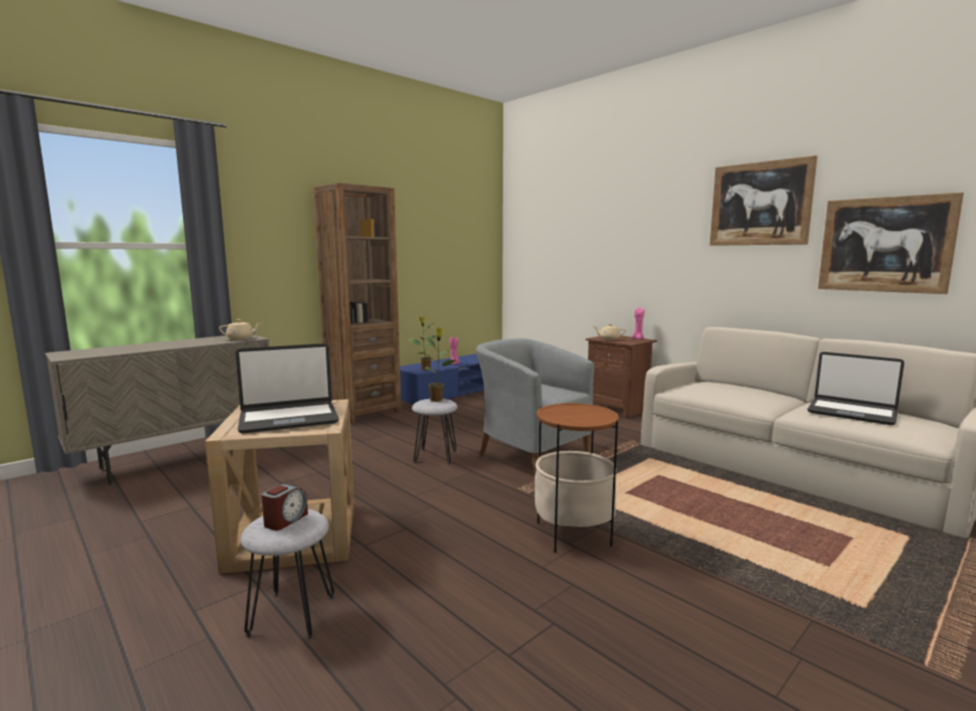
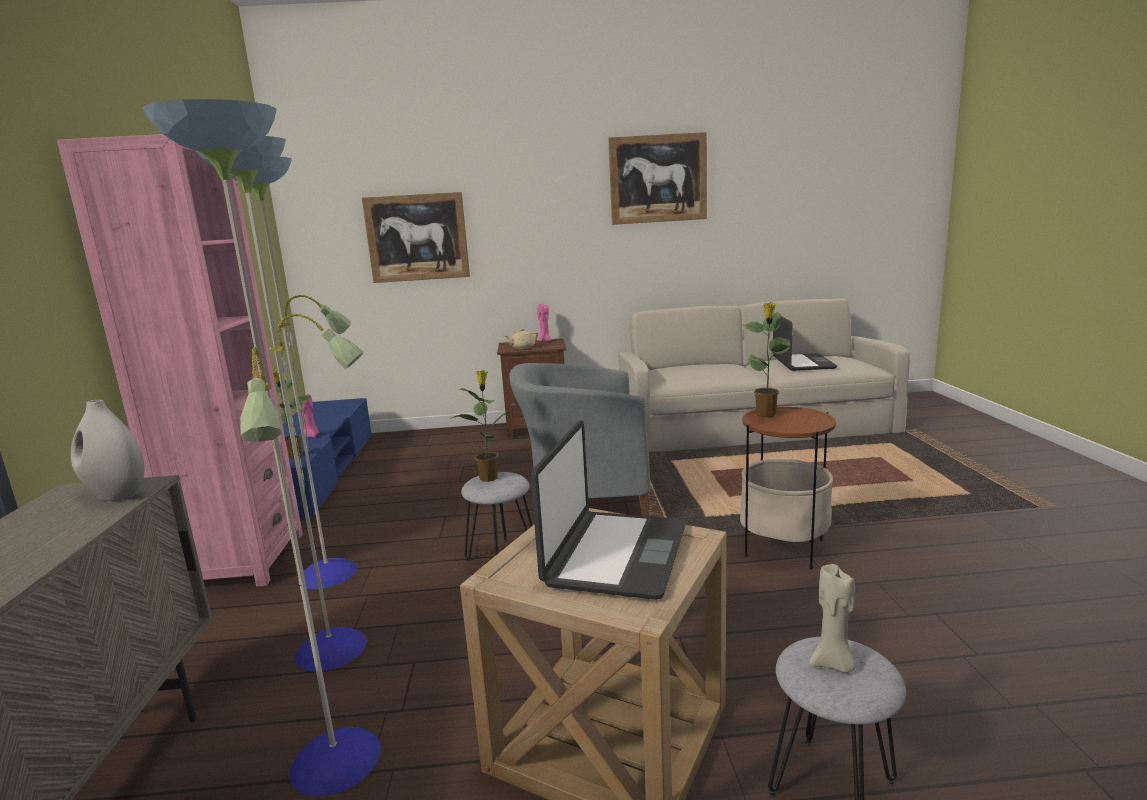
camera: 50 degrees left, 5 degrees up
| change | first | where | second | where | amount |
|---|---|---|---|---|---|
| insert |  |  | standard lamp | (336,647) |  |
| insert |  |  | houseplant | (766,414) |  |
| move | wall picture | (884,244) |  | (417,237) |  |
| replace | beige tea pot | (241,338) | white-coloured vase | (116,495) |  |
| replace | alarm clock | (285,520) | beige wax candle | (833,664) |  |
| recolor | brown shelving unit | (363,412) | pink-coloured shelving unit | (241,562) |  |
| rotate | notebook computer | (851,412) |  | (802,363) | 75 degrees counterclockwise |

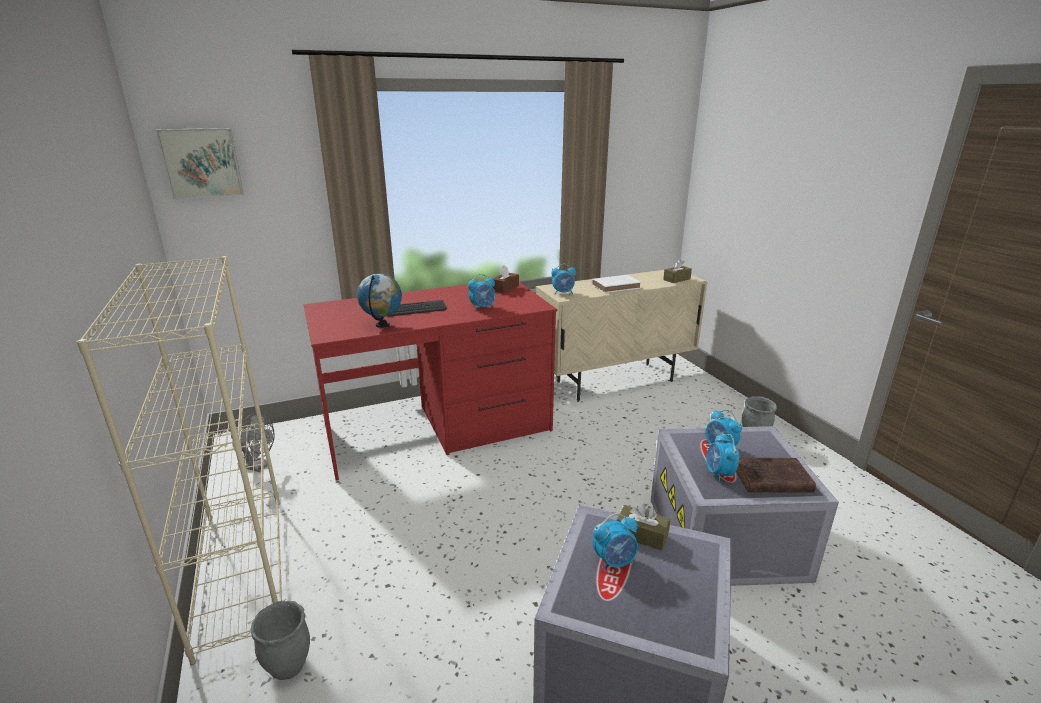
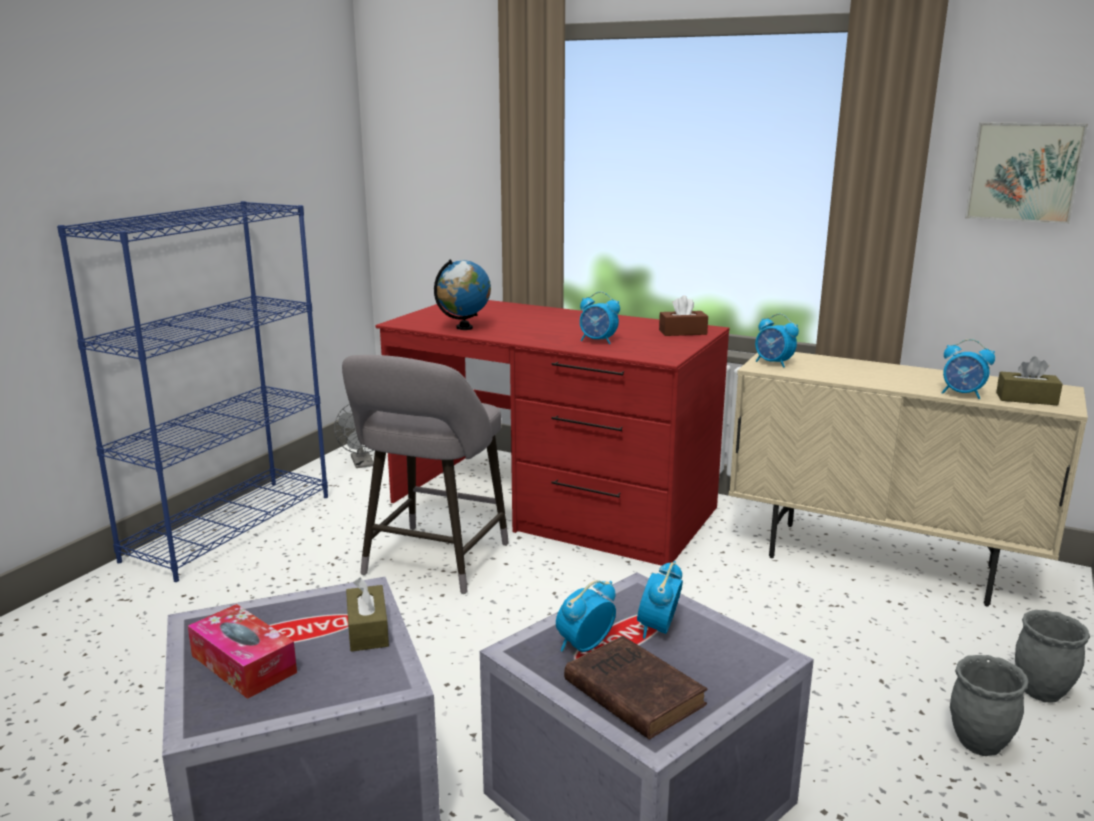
camera: 50 degrees right, 5 degrees down
| change | first | where | second | where | amount |
|---|---|---|---|---|---|
| delete | PC keyboard | (415,309) |  |  |  |
| delete | white-coloured bound book | (617,286) |  |  |  |
| insert |  |  | tissue box | (243,664) |  |
| insert |  |  | greyish stool | (432,563) |  |
| move | wall picture | (202,162) |  | (1024,172) |  |
| move | greyish plant pot | (289,666) |  | (1042,692) |  |
| move | alarm clock | (614,561) |  | (962,394) |  |
| recolor | beige shelving unit | (241,569) | blue shelving unit | (230,526) |  |

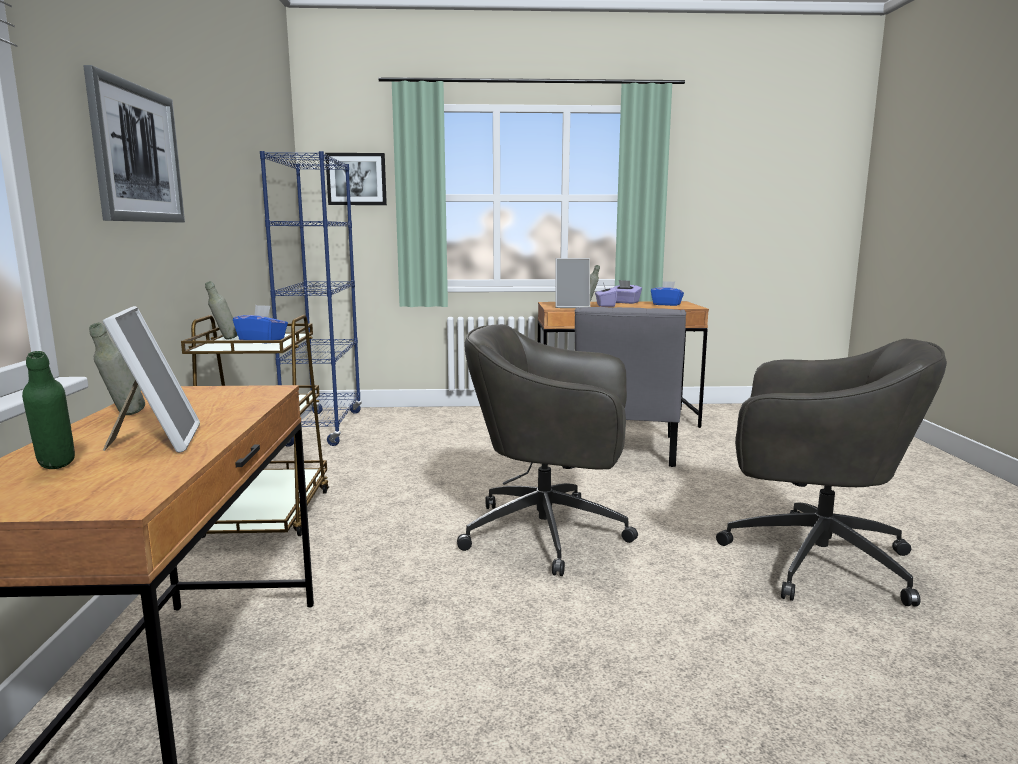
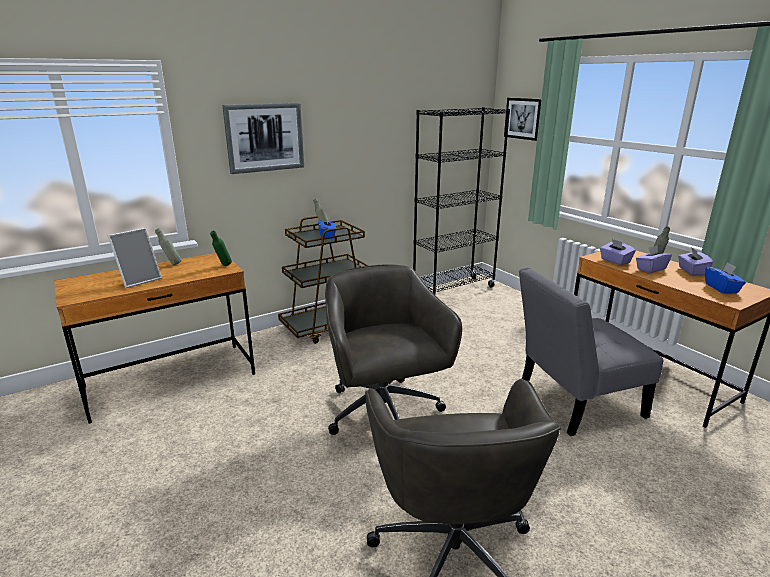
camera: 60 degrees right, 10 degrees up
| change | first | where | second | where | amount |
|---|---|---|---|---|---|
| move | green-coloured beverage bottle | (56,470) |  | (223,266) |  |
| replace | photo frame | (572,307) | purple-coloured tissue box | (615,261) |  |
| recolor | blue shelving unit | (324,428) | black shelving unit | (453,290) |  |

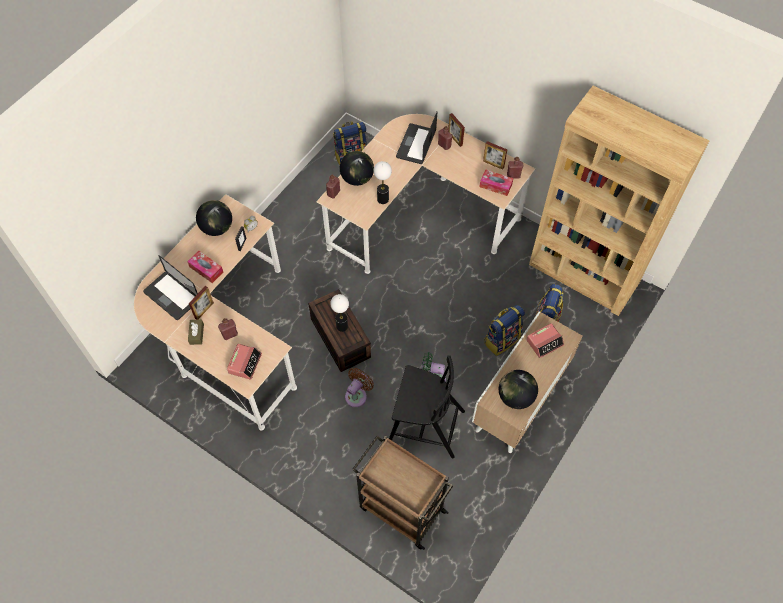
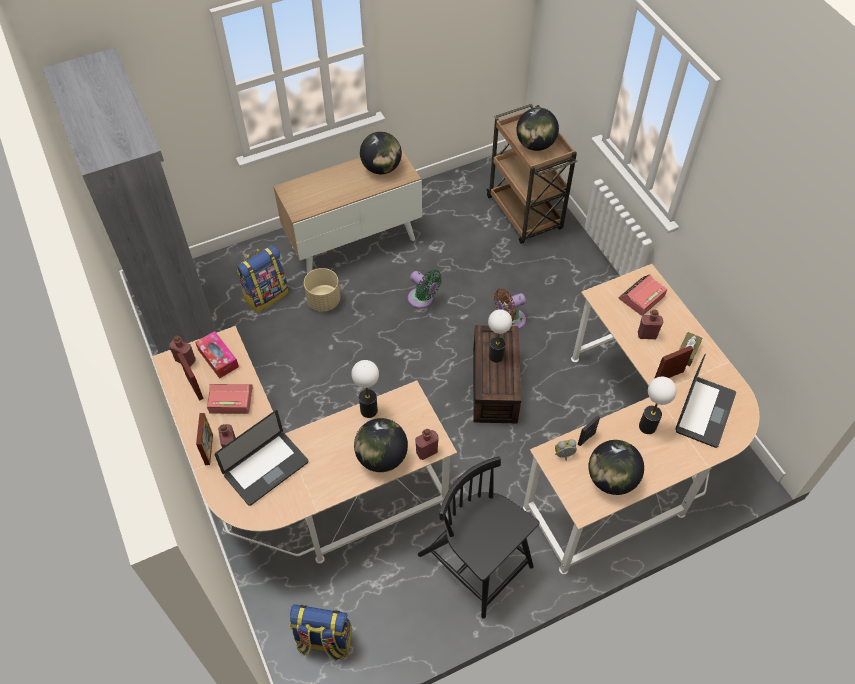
camera: 150 degrees left, 5 degrees down
| change | first | where | second | where | amount |
|---|---|---|---|---|---|
| insert |  |  | desk globe | (535,144) |  |
| move | black plain chair | (424,426) |  | (476,562) |  |
| move | alarm clock | (544,342) |  | (230,400) |  |
| replace | tissue box | (206,269) | table lamp | (647,426) |  |
| replace | rucksack | (501,339) | beige plant pot | (323,301) |  |
| recolor | brown shelving unit | (583,275) | greyish shelving unit | (180,321) |  |
| rotate | notebook computer | (172,296) |  | (704,412) | 45 degrees clockwise |

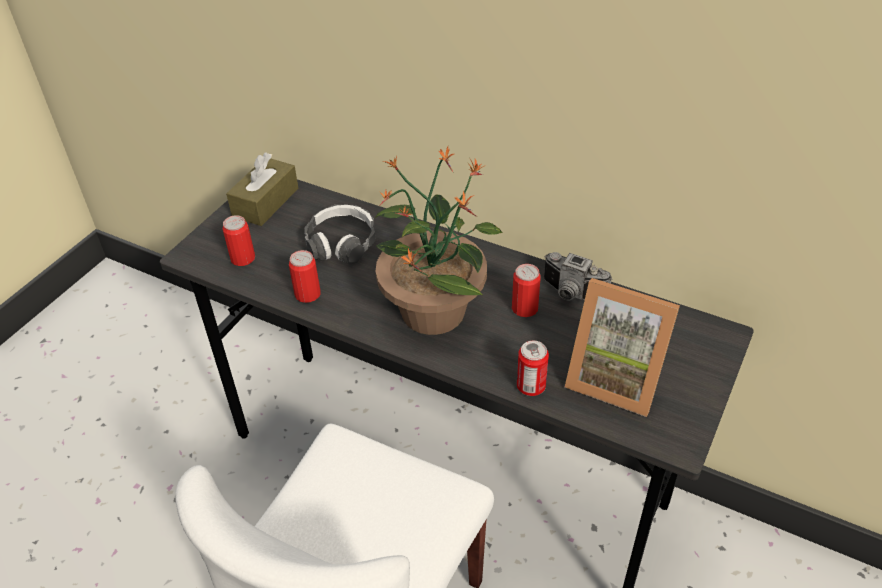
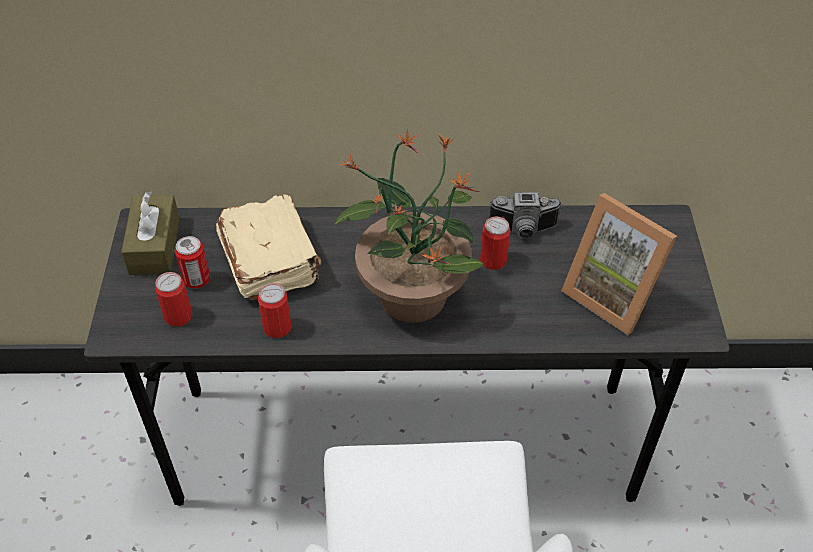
camera: 30 degrees left, 5 degrees up
| change | first | where | second | where | amount |
|---|---|---|---|---|---|
| move | sealed can | (531,386) |  | (196,280) |  |
| replace | headset | (341,242) | beige bound book | (270,260) |  |
| rotate | photo frame | (615,378) |  | (613,295) | 45 degrees clockwise |

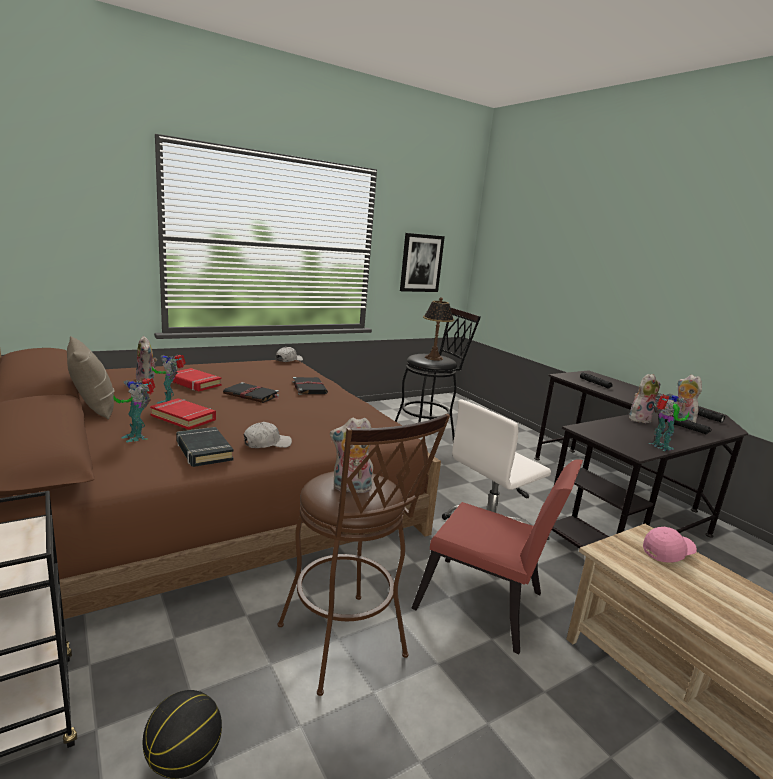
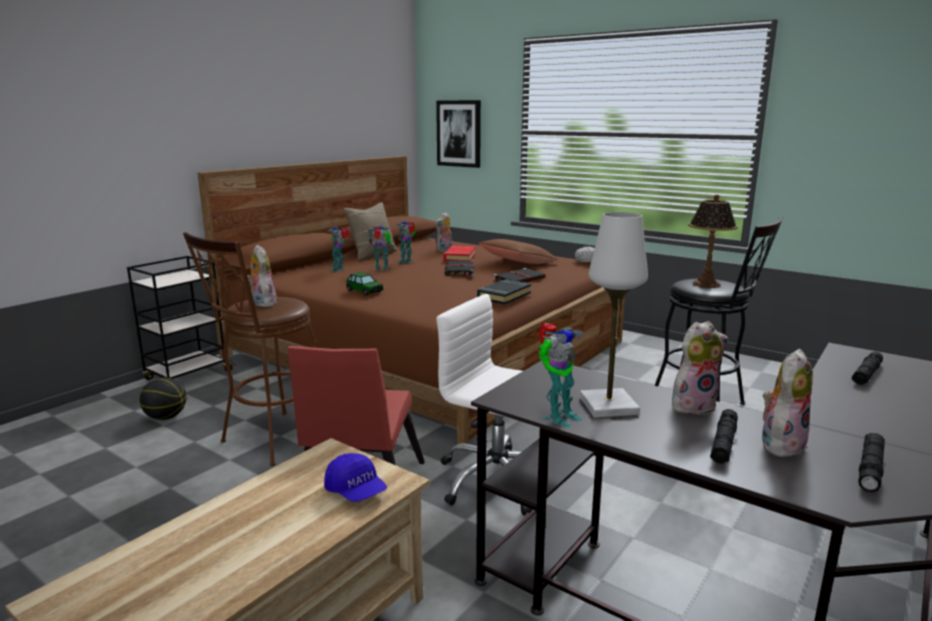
camera: 70 degrees right, 0 degrees up
| change | first | where | second | where | amount |
|---|---|---|---|---|---|
| insert |  |  | brown throw pillow | (517,263) |  |
| insert |  |  | white-coloured table lamp | (608,406) |  |
| move | black bound book | (203,451) |  | (504,296) |  |
| move | wall picture | (421,263) |  | (459,133) |  |
| replace | red-coloured bound book | (184,418) | toy robot | (382,268) |  |
| replace | white-coloured baseball cap | (267,443) | toy car | (364,291) |  |
| recolor | pink-coloured baseball cap | (667,552) | blue baseball cap | (356,491) |  |
| rotate | soft toy | (639,419) |  | (693,406) | 60 degrees counterclockwise |

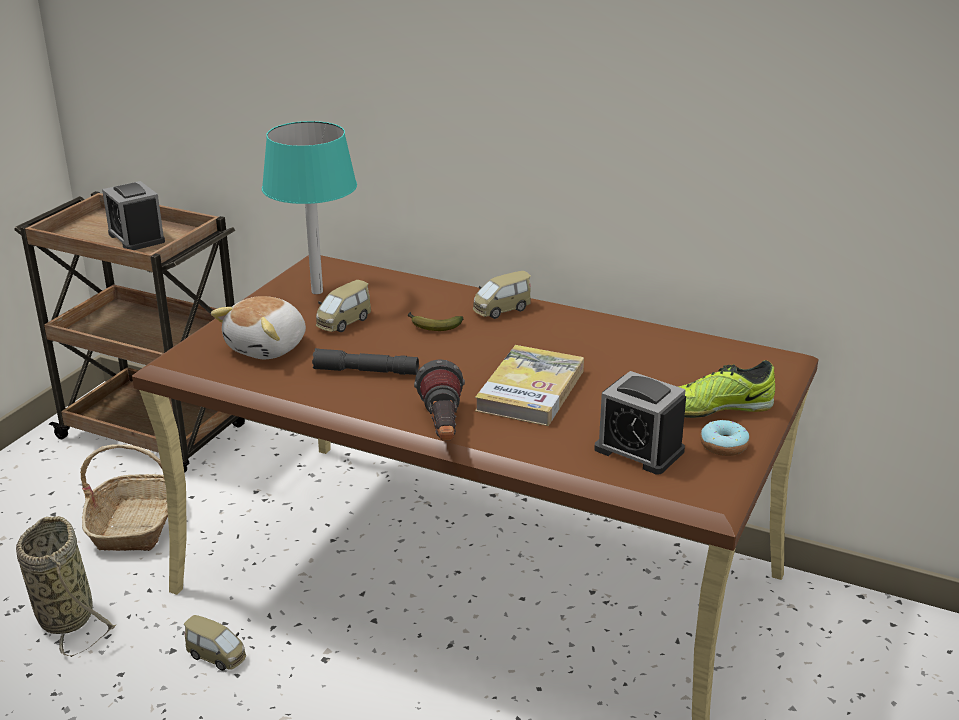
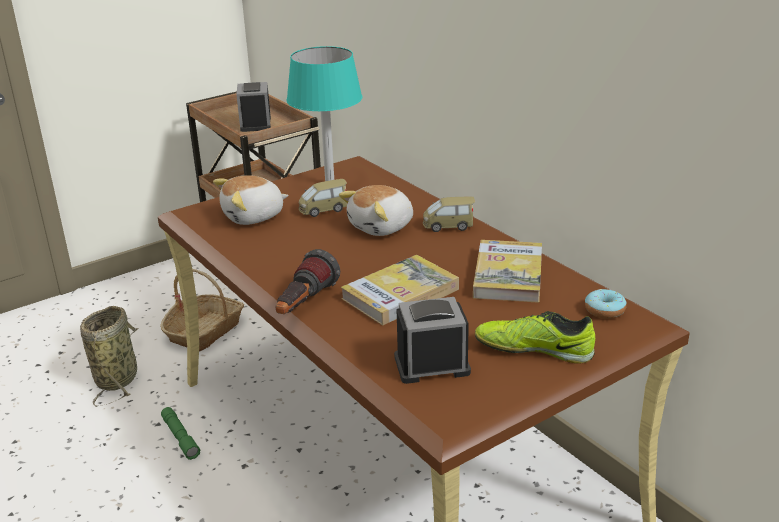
camera: 30 degrees right, 0 degrees up
| change | first | where | second | where | amount |
|---|---|---|---|---|---|
| delete | greyish torch | (366,371) |  |  |  |
| insert |  |  | bound book | (508,275) |  |
| move | doughnut | (723,446) |  | (604,310) |  |
| replace | toy car | (216,656) | green-coloured torch | (180,437) |  |
| replace | banana | (432,326) | soft toy | (382,227) |  |
| rotate | alarm clock | (639,450) |  | (432,365) | 105 degrees clockwise |

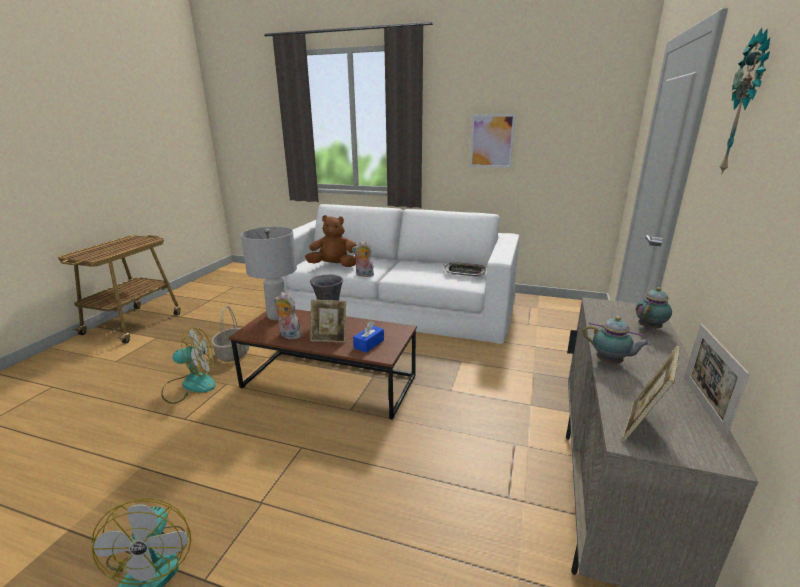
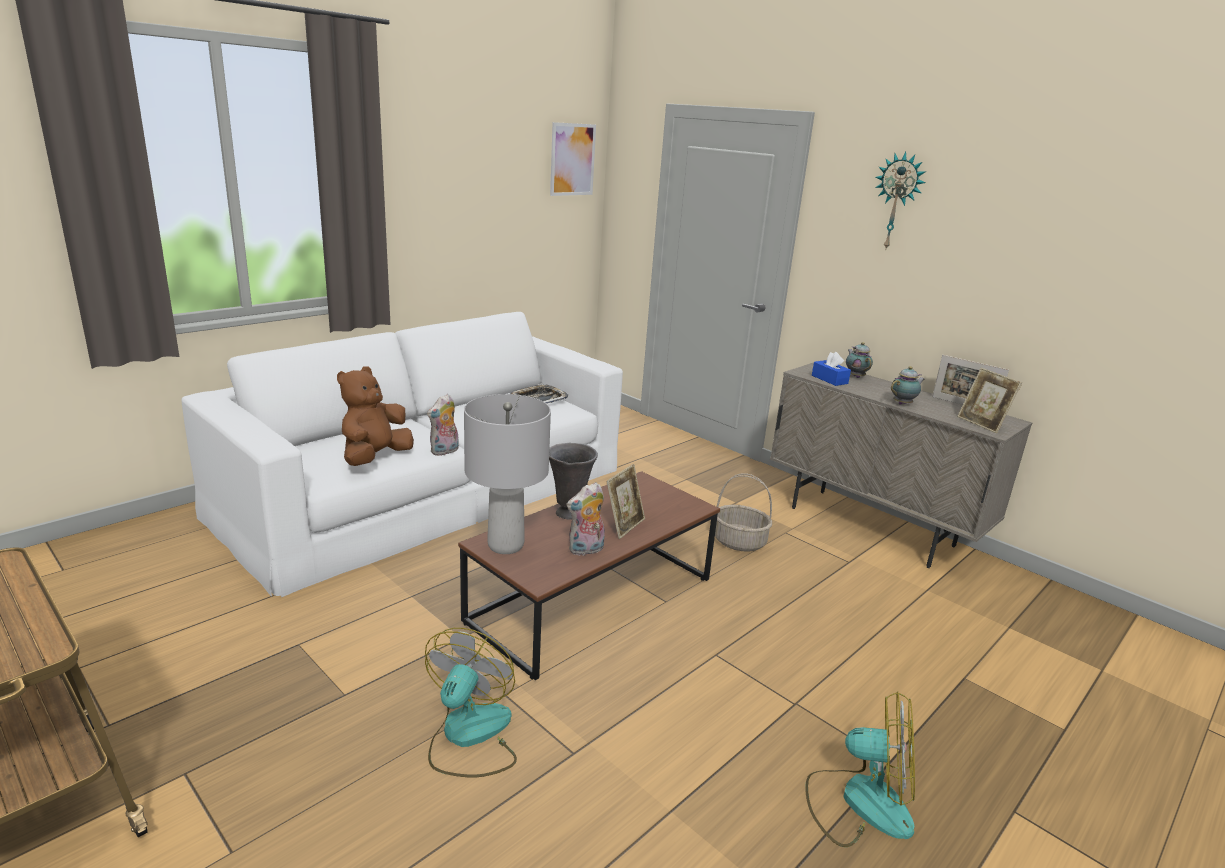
camera: 65 degrees left, 0 degrees up
| change | first | where | second | where | amount |
|---|---|---|---|---|---|
| move | storage basket | (233,354) |  | (739,542) |  |
| move | blue tissue box | (369,344) |  | (829,379) |  |
| move | wall picture | (491,141) |  | (572,159) |  |

